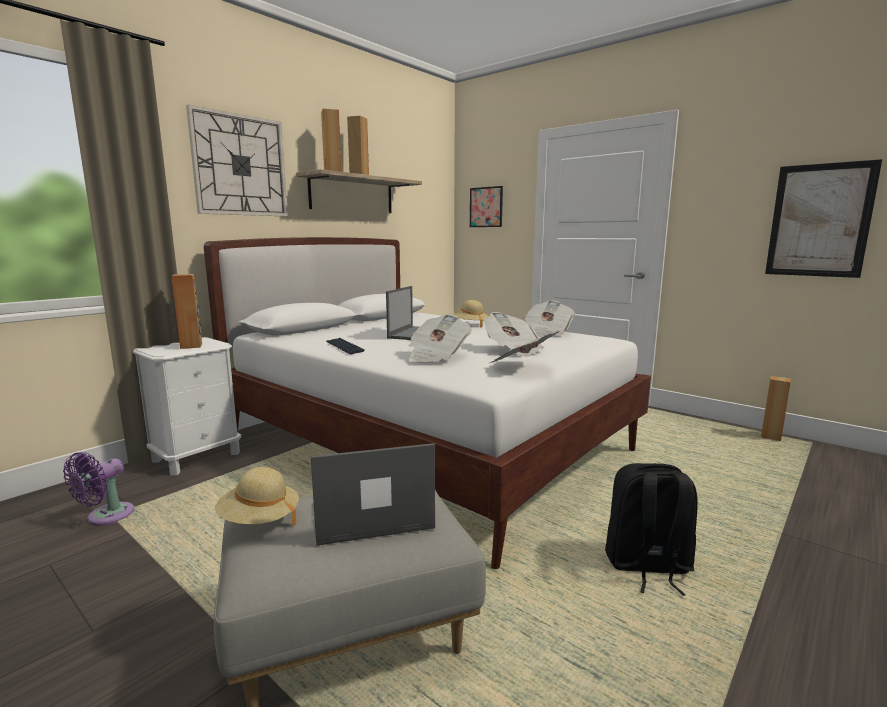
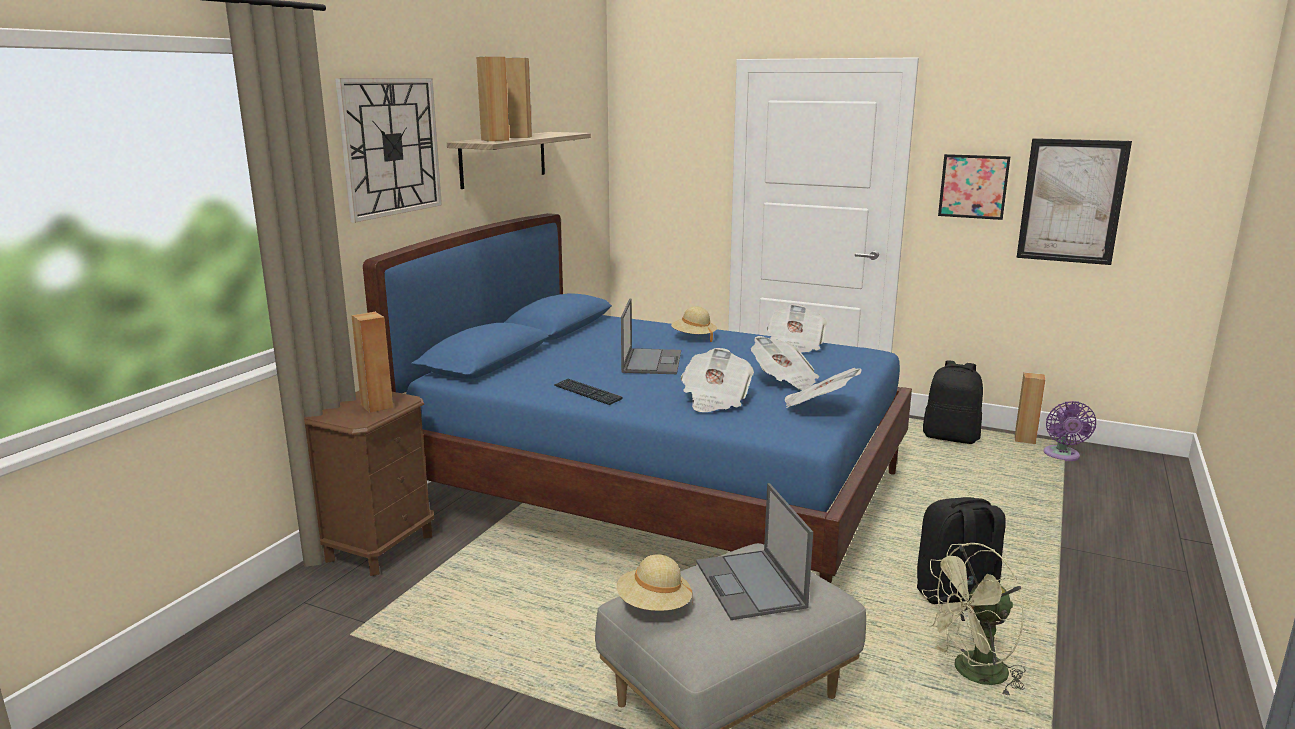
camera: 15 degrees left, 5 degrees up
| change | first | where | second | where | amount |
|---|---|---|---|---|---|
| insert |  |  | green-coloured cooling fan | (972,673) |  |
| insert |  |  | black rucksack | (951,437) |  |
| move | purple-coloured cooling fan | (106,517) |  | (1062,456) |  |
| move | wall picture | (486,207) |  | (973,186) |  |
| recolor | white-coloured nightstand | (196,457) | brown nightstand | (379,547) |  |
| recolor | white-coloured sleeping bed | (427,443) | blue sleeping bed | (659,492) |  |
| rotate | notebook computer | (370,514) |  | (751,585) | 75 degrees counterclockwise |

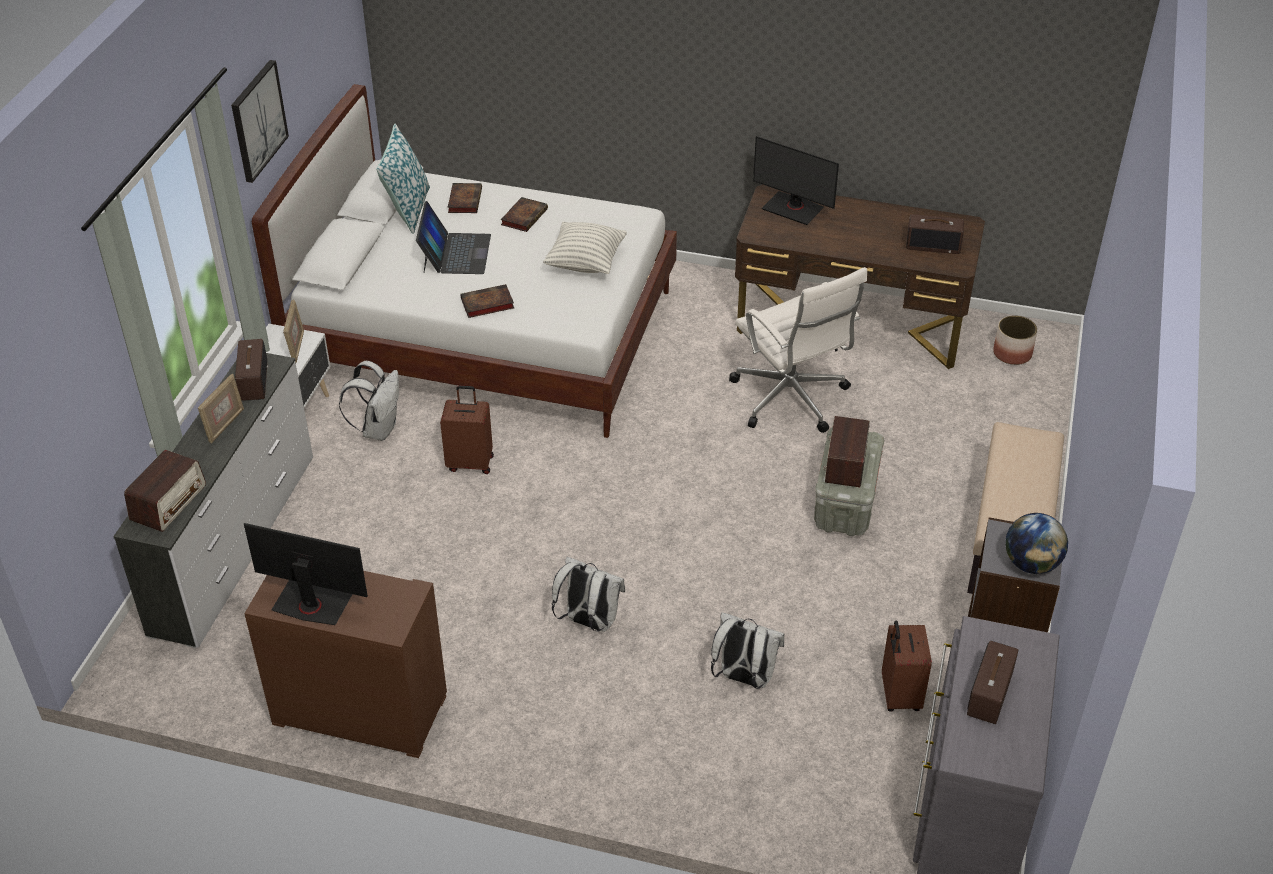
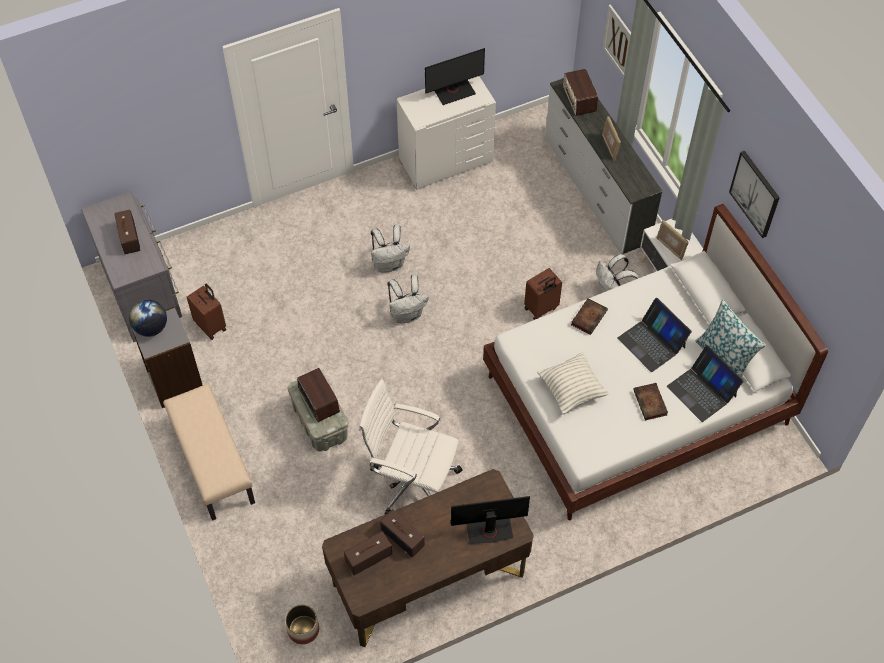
camera: 140 degrees right, 15 degrees up
| change | first | where | second | where | amount |
|---|---|---|---|---|---|
| insert |  |  | wall picture | (619,42) |  |
| move | radio receiver | (253,381) |  | (403,538) |  |
| move | white-coloured rucksack | (743,678) |  | (407,314) |  |
| replace | bound book | (464,200) | notebook computer | (702,391) |  |
| recolor | brown chest of drawers | (359,710) | white-coloured chest of drawers | (445,160) |  |

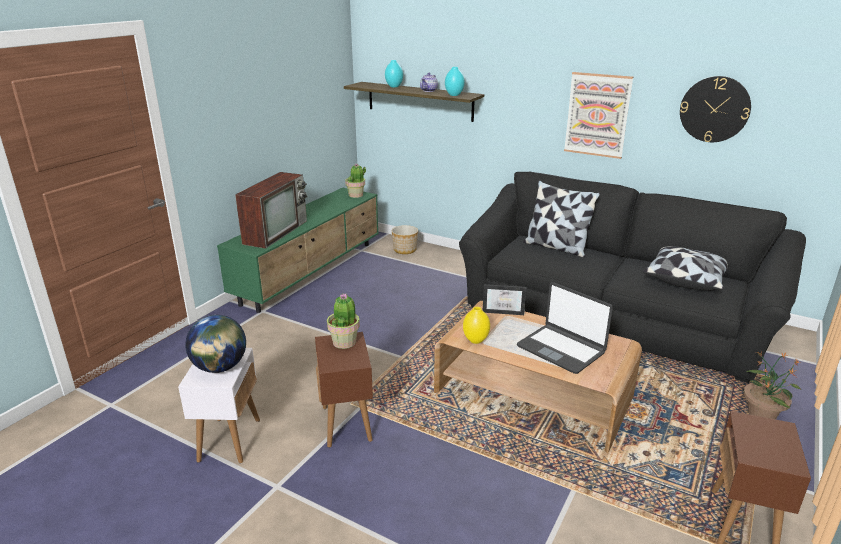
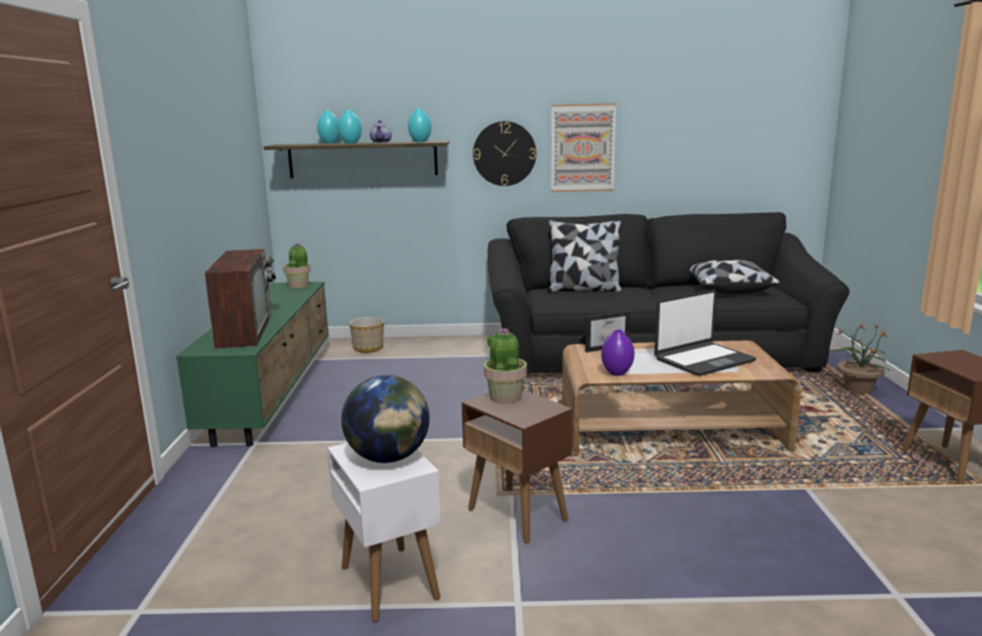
camera: 30 degrees left, 10 degrees down
| change | first | where | second | where | amount |
|---|---|---|---|---|---|
| insert |  |  | turquoise vase | (351,143) |  |
| move | clock on the wall | (714,109) |  | (504,153) |  |
| recolor | yellow-coloured vase | (475,340) | purple-coloured vase | (617,373) |  |
| rotate | notebook computer | (561,349) |  | (703,360) | 45 degrees counterclockwise |

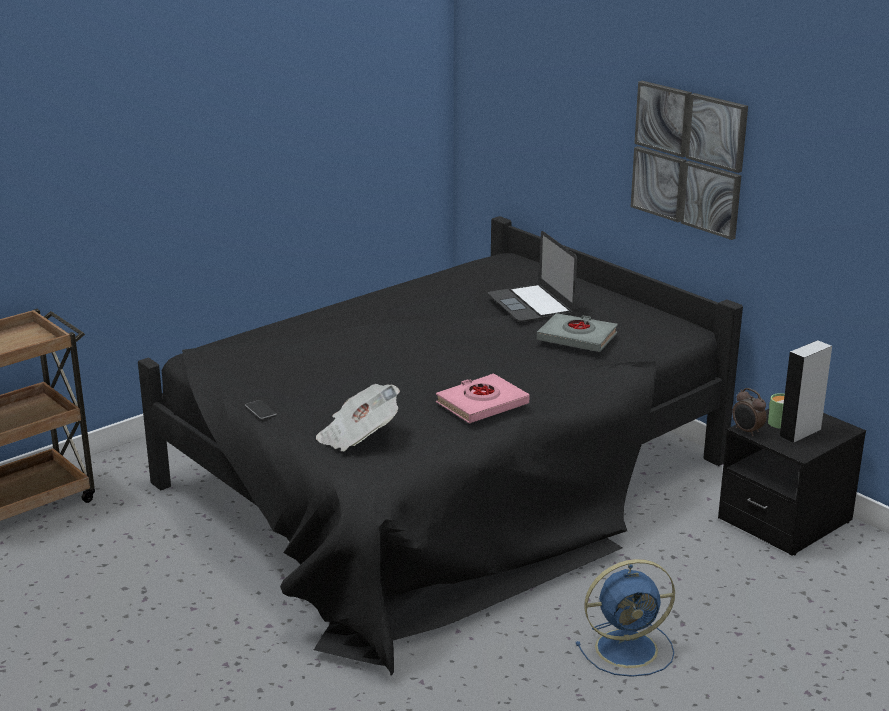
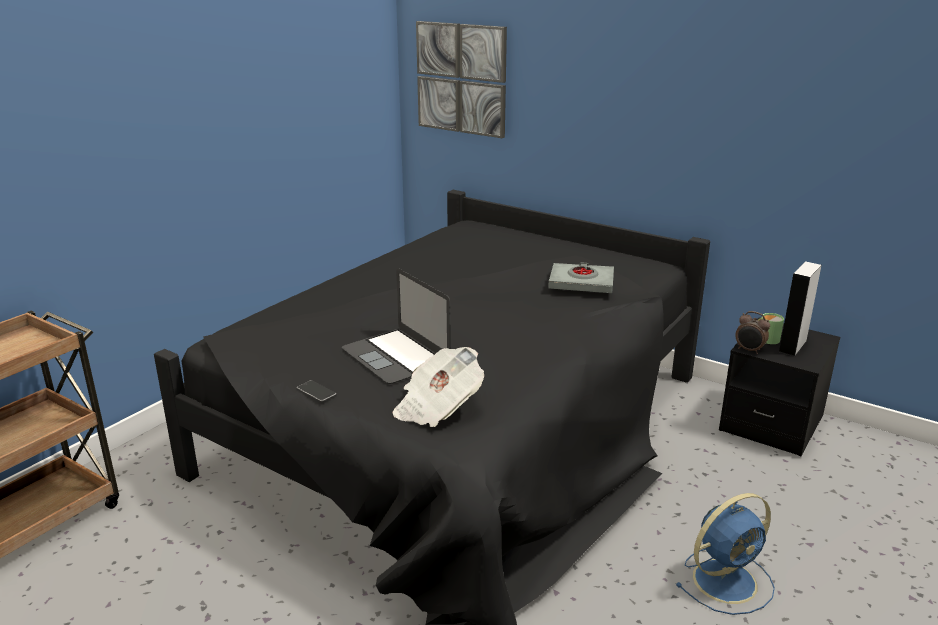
camera: 15 degrees left, 0 degrees up
| change | first | where | second | where | amount |
|---|---|---|---|---|---|
| delete | pink-coloured bound book | (482,404) |  |  |  |
| move | notebook computer | (531,303) |  | (395,356) |  |
| move | wall picture | (688,158) |  | (461,78) |  |

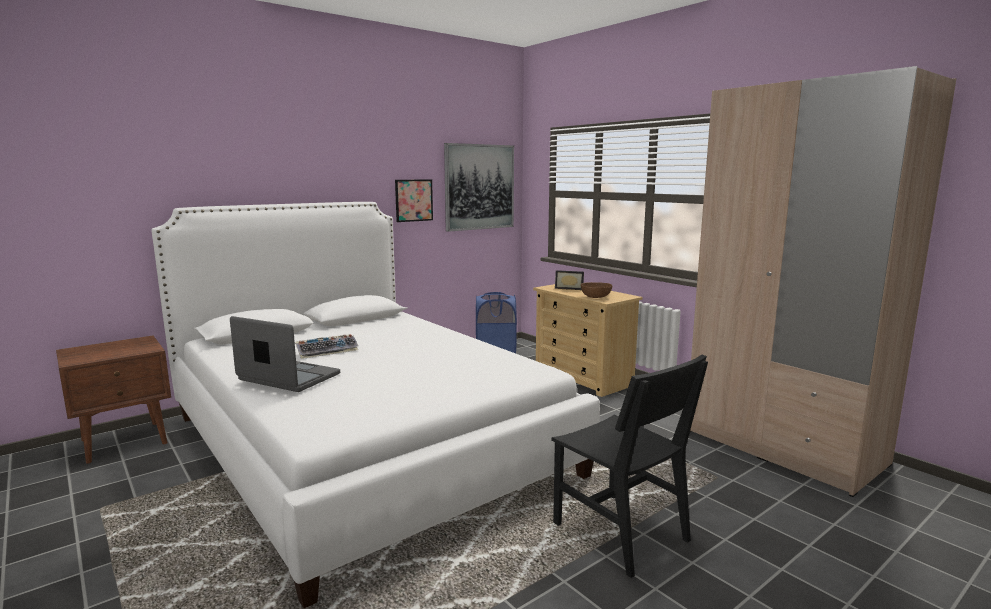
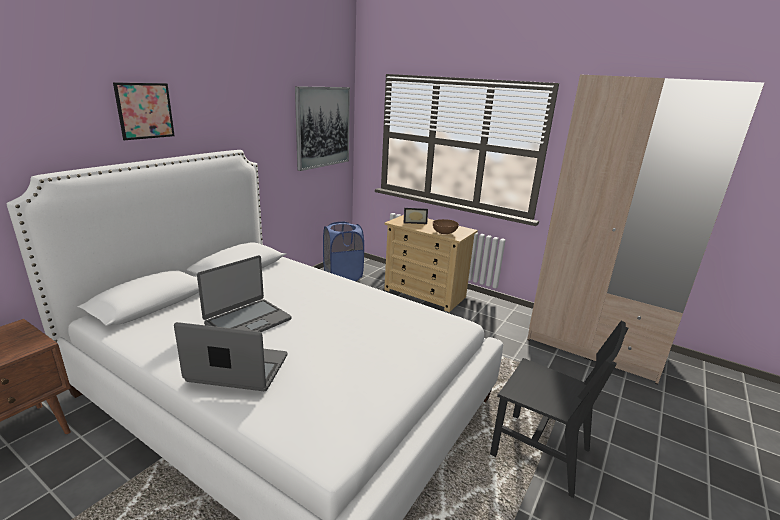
camera: 20 degrees left, 10 degrees up
| change | first | where | second | where | amount |
|---|---|---|---|---|---|
| move | wall picture | (414,200) |  | (145,111) |  |
| replace | PC keyboard | (327,351) | notebook computer | (247,321) |  |

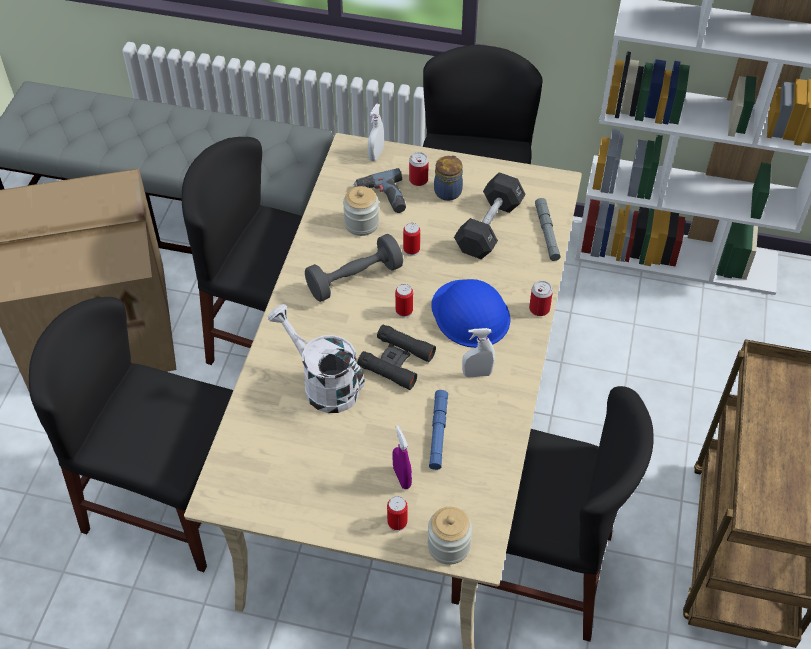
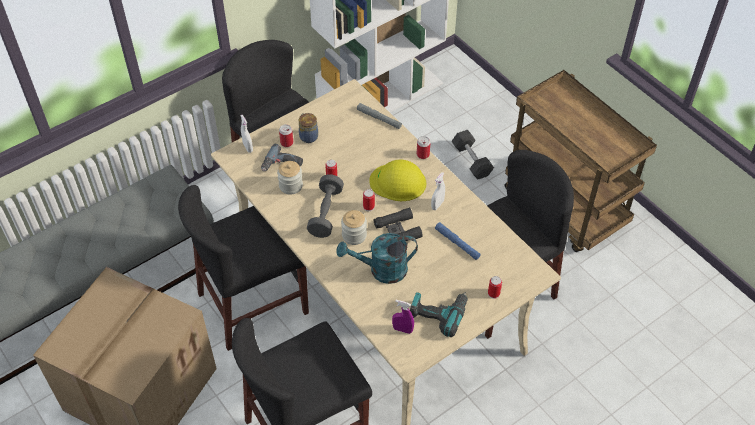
camera: 50 degrees left, 0 degrees up
| change | first | where | second | where | amount |
|---|---|---|---|---|---|
| insert |  |  | electric drill | (438,313) |  |
| move | purple-coloured spray bottle | (402,477) |  | (402,329) |  |
| move | jar | (448,546) |  | (354,235) |  |
| move | black dumbbell | (489,227) |  | (471,161) |  |
| recolor | white-coloured sprinkling can | (323,384) | turquoise sprinkling can | (381,270) |  |
| recolor | blue work helmet | (470,314) | yellow-coloured work helmet | (398,182) |  |

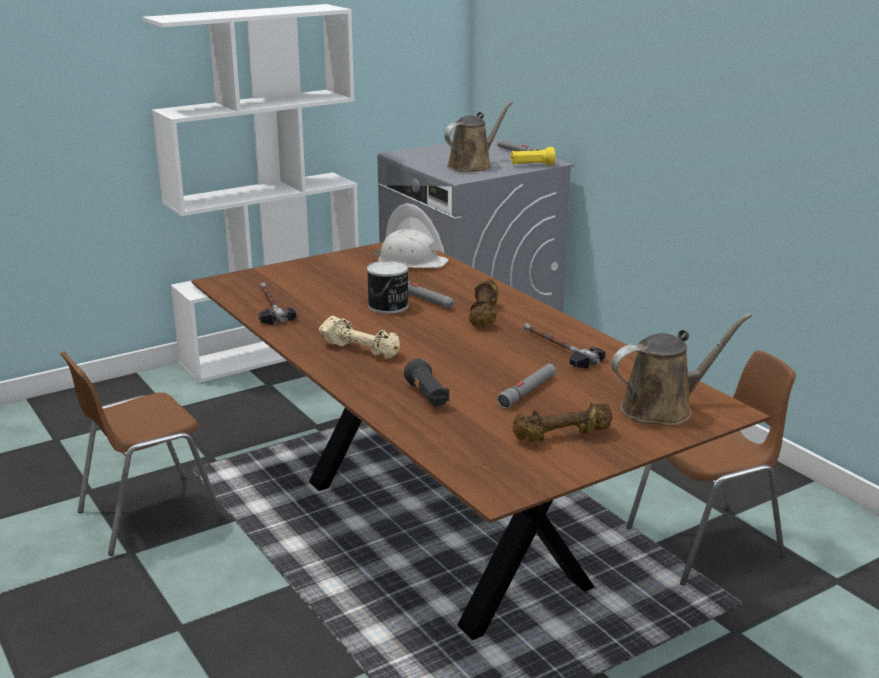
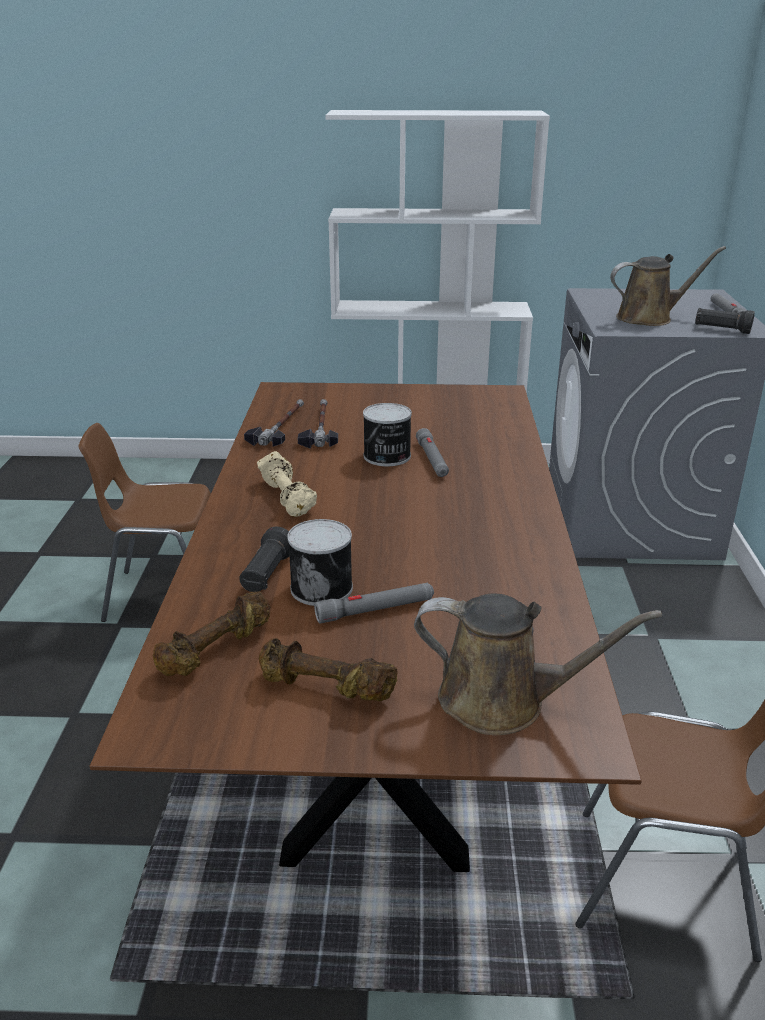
camera: 35 degrees right, 5 degrees up
| change | first | where | second | where | amount |
|---|---|---|---|---|---|
| delete | white-coloured work helmet | (411,261) |  |  |  |
| insert |  |  | sealed can | (322,587) |  |
| move | brown dumbbell | (485,315) |  | (217,651) |  |
| move | hammer | (559,349) |  | (320,428) |  |
| recolor | yellow-coloured torch | (532,165) | black torch | (721,330) |  |

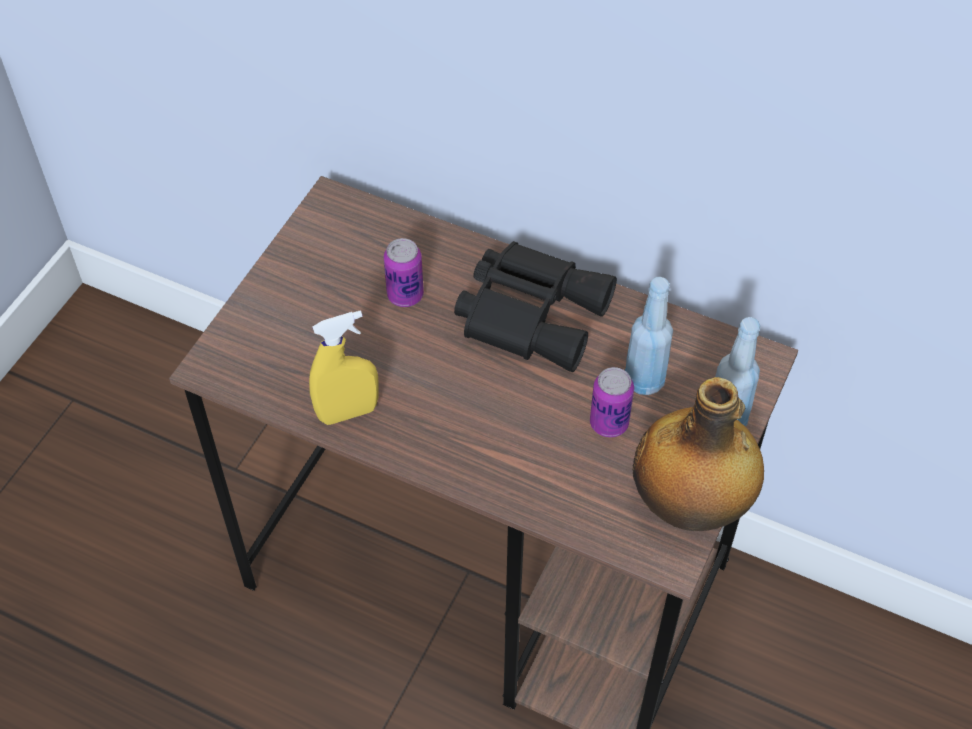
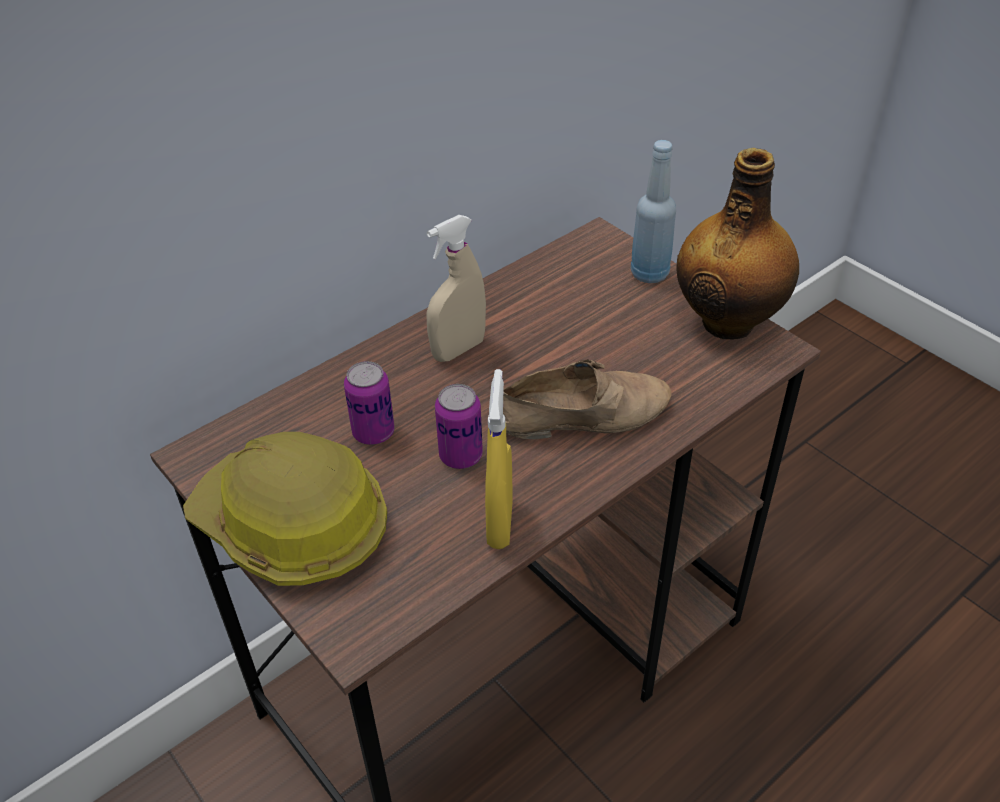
camera: 65 degrees left, 10 degrees down
| change | first | where | second | where | amount |
|---|---|---|---|---|---|
| delete | blue beverage bottle | (644,380) |  |  |  |
| insert |  |  | work helmet | (292,527) |  |
| insert |  |  | beige item of footwear | (582,413) |  |
| move | sealed can | (609,423) |  | (461,456) |  |
| replace | black binoculars | (531,311) | beige spray bottle | (458,349) |  |

